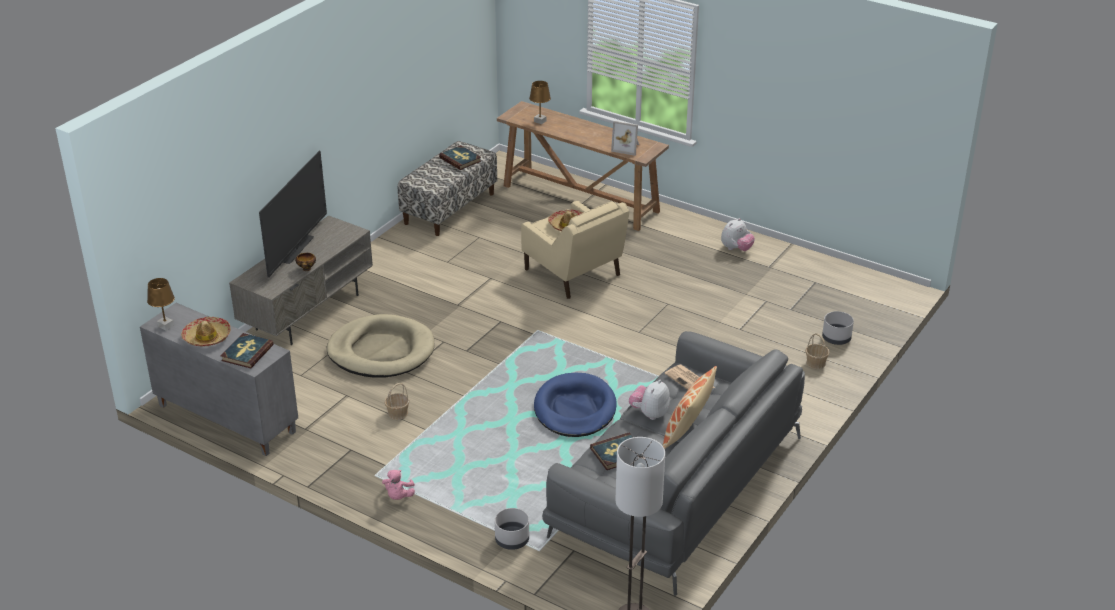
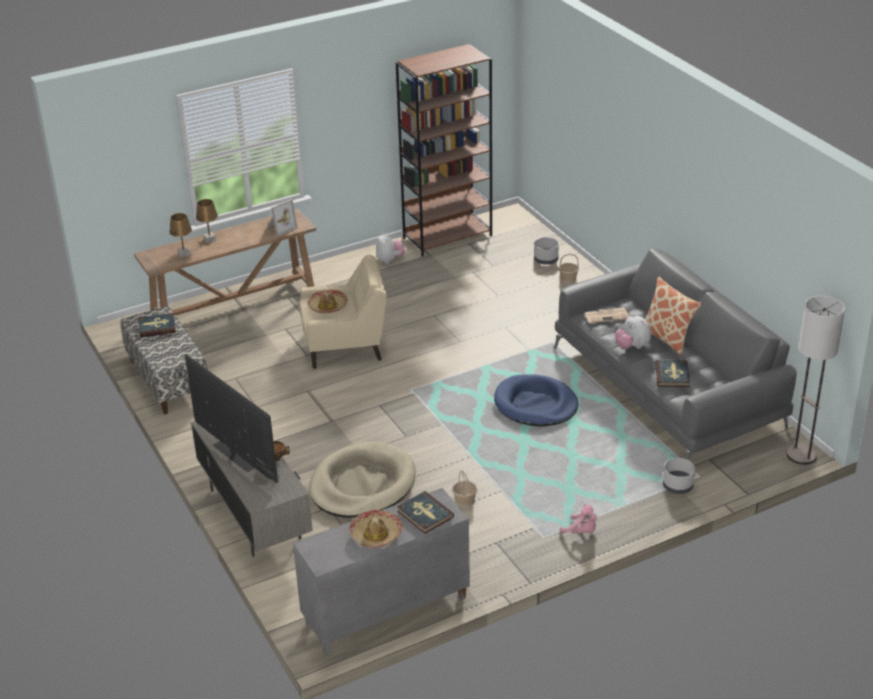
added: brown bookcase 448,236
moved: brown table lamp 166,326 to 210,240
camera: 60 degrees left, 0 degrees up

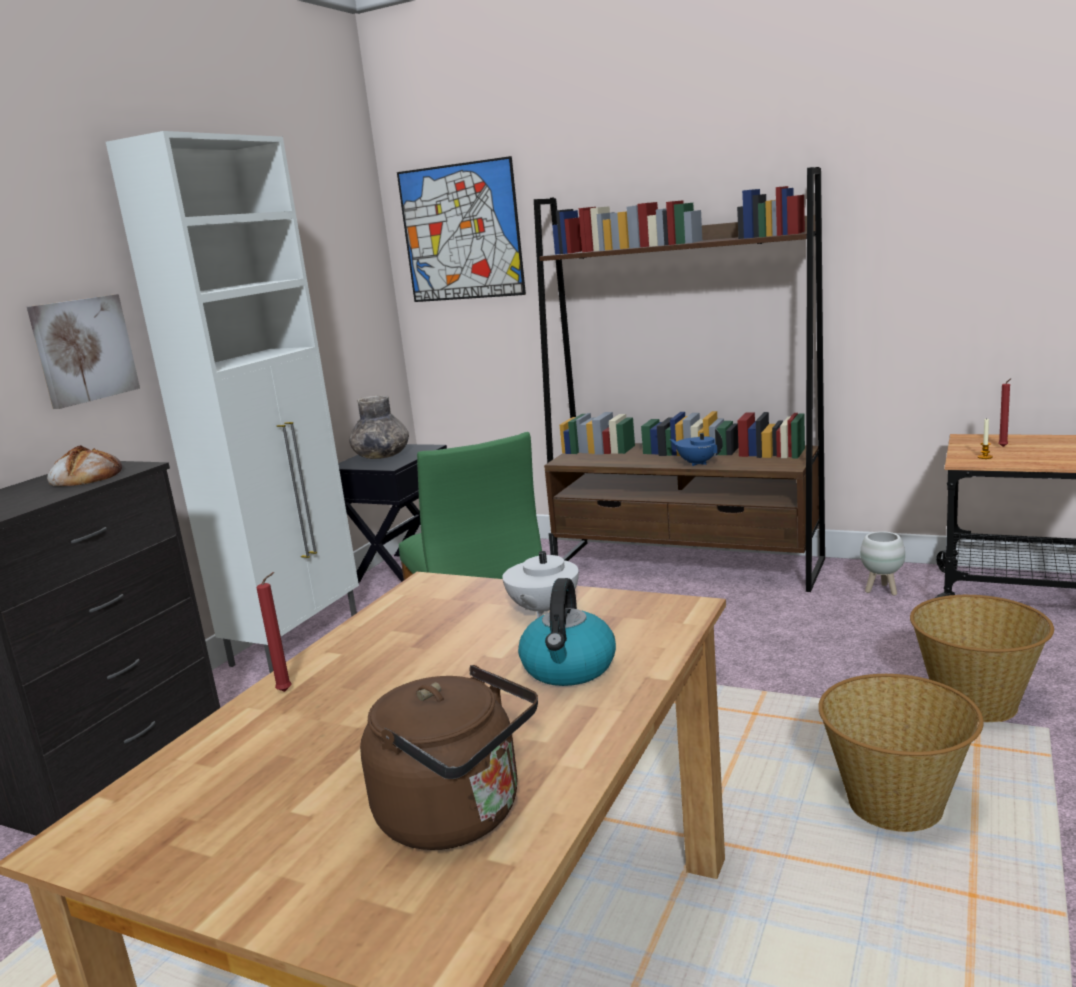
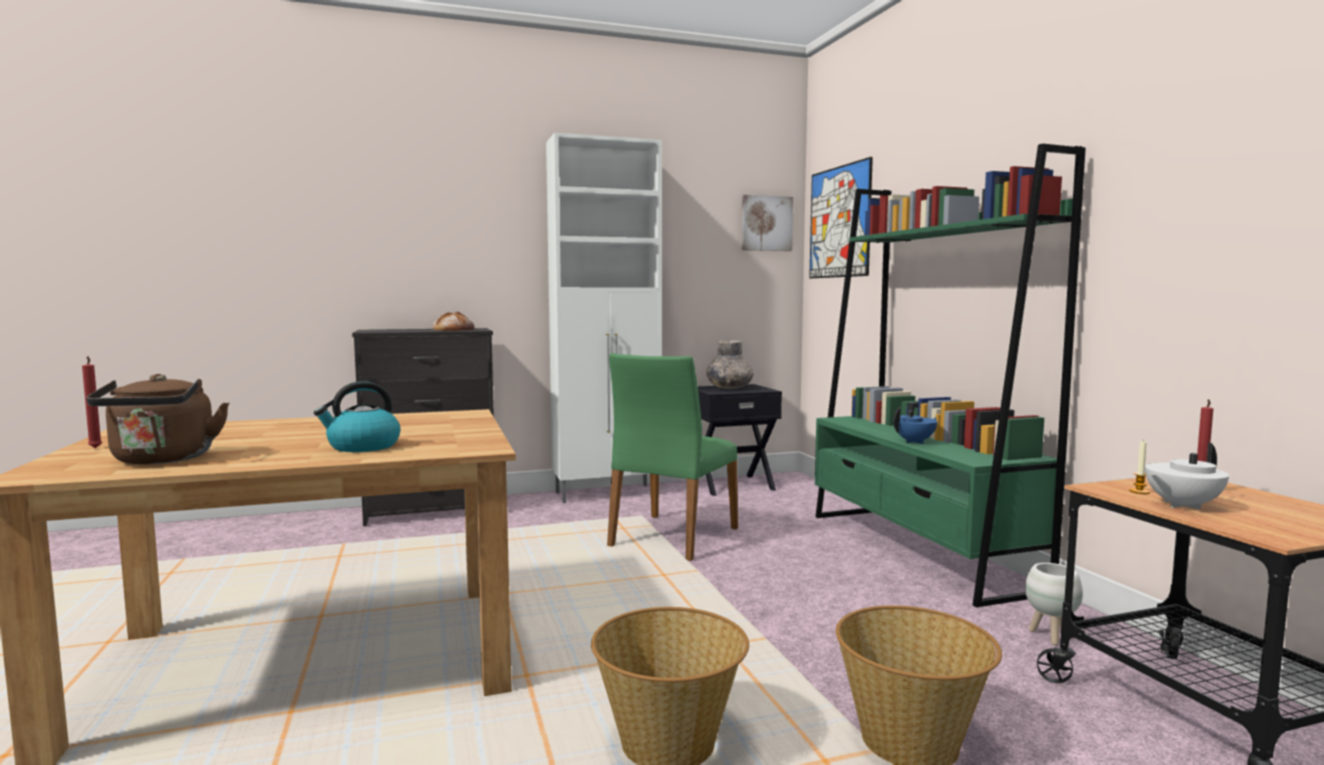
moved: picture 83,350 to 766,223; red candle 287,691 to 95,448; white teapot 543,610 to 1181,505
recoloured: brown bookcase 686,565 to green bookcase 918,550
turned: blue teapot 697,463 = 915,442 60 degrees clockwise
camera: 45 degrees right, 10 degrees down

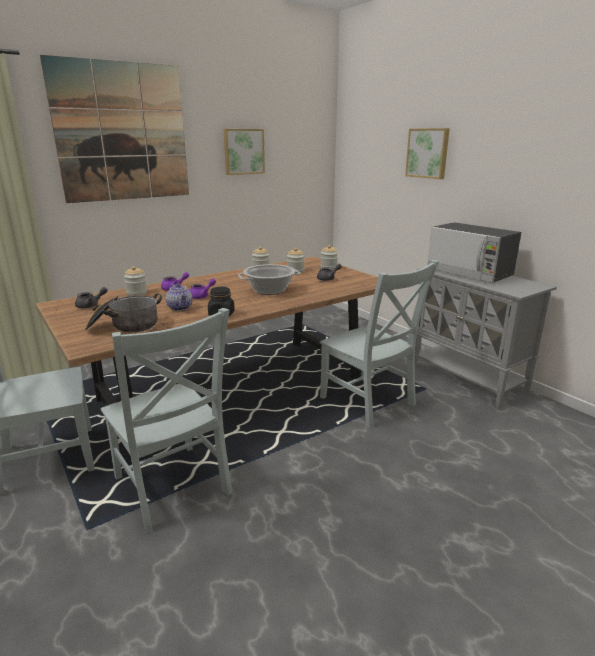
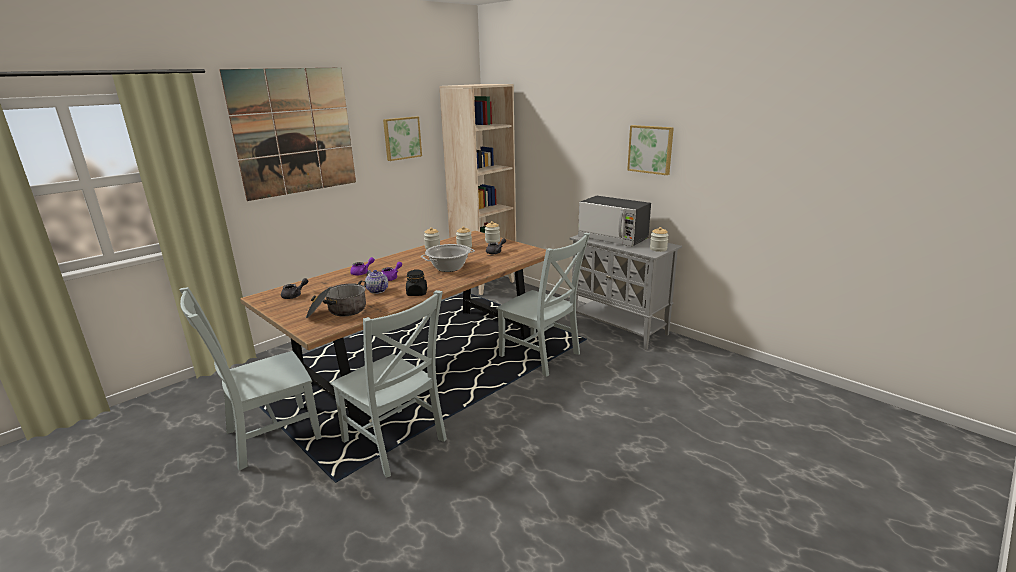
added: beige bookcase 484,283
moved: jar 137,293 to 658,249; picture 428,153 to 651,149
camera: 10 degrees left, 0 degrees up

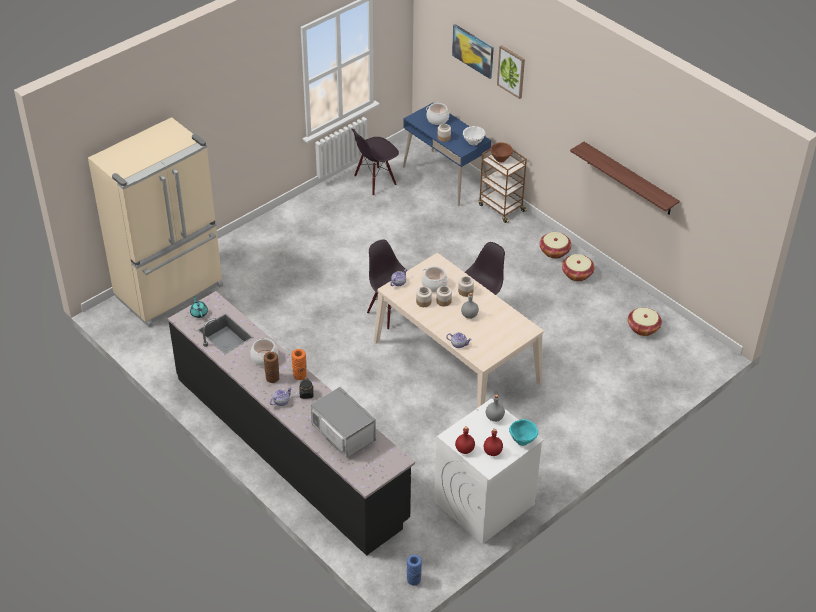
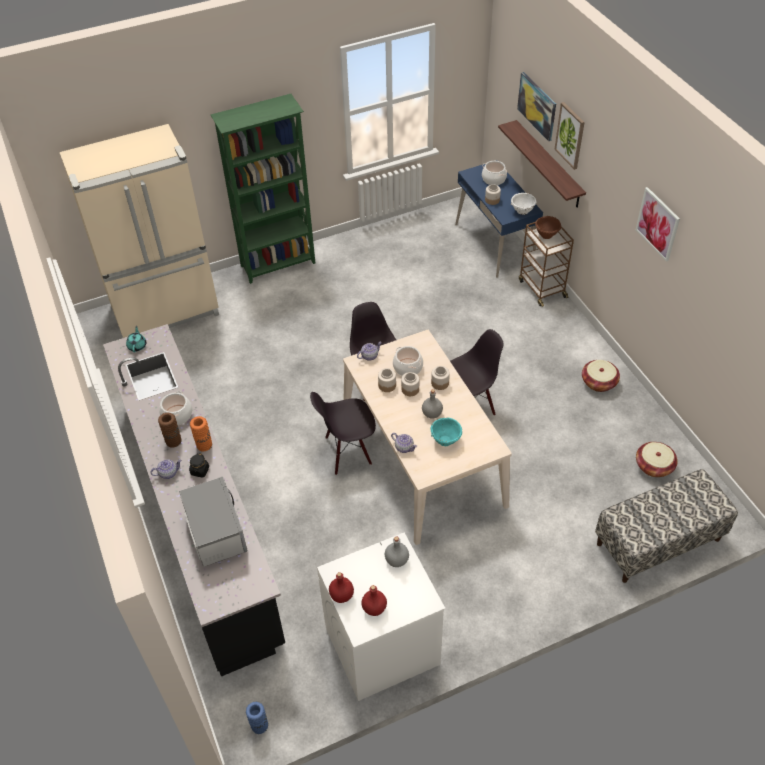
removed: basket 554,251
added: green bookcase 279,265; bench 658,542; picture 658,224
moved: black chair 375,181 to 347,452; turquoise bowl 522,440 to 446,440; shelf 629,179 to 548,164
camera: 20 degrees right, 5 degrees up

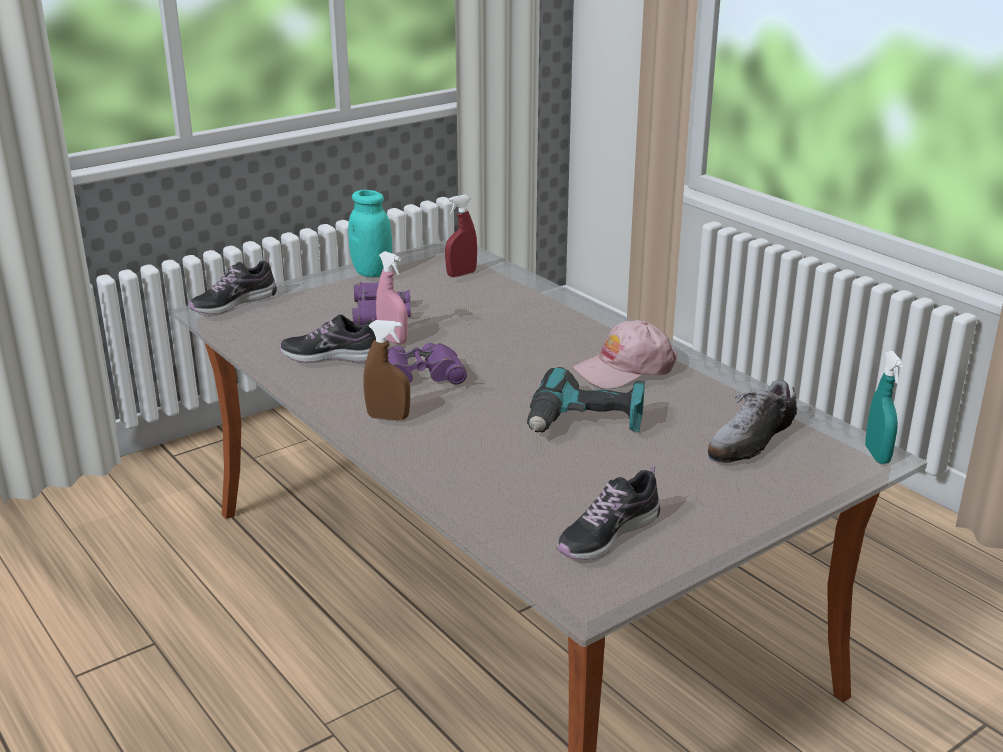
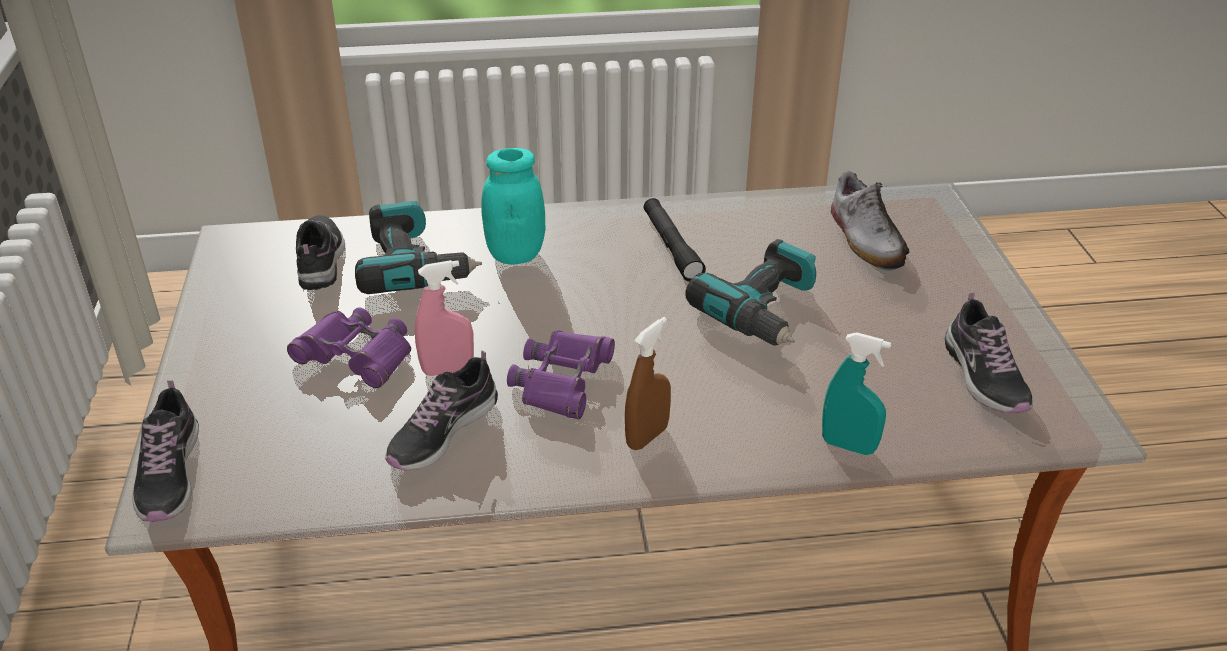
added: power drill 415,265
moved: turquoise jar 372,272 to 515,255; turquoise spray bottle 877,455 to 848,446
replaced: red spray bottle 461,274 to shoe 320,260; pink cap 624,369 to black flashlight 671,247
camera: 60 degrees left, 10 degrees up

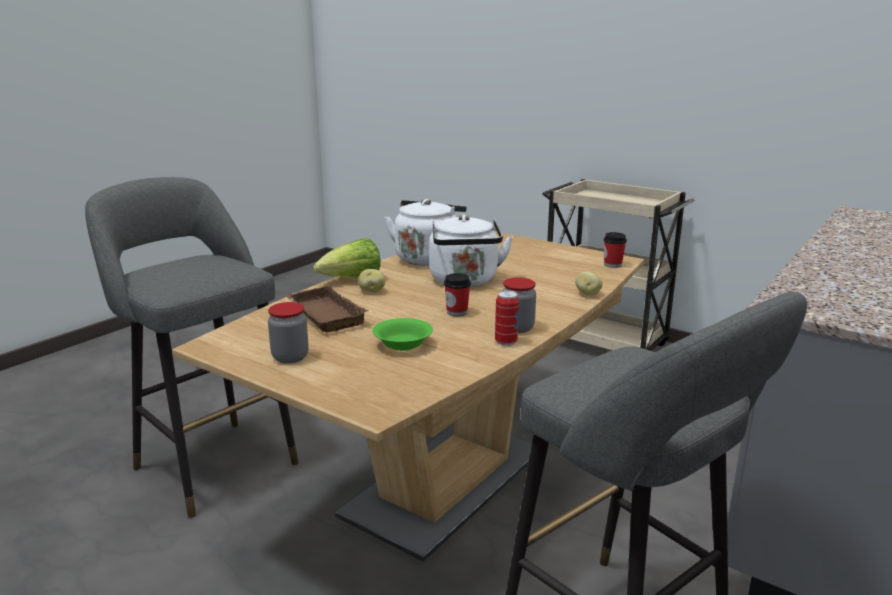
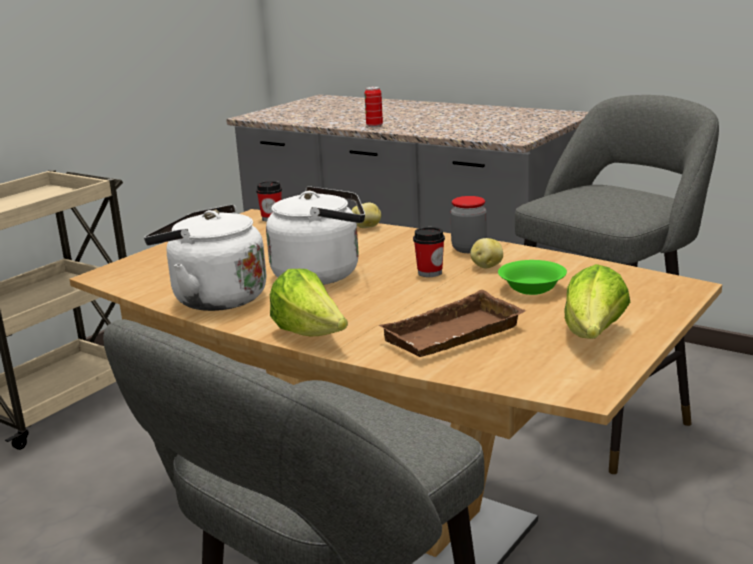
moved: potato 371,291 to 486,266; can 506,342 to 374,126
replaced: jar 290,357 to lettuce 593,336
camera: 90 degrees left, 0 degrees up

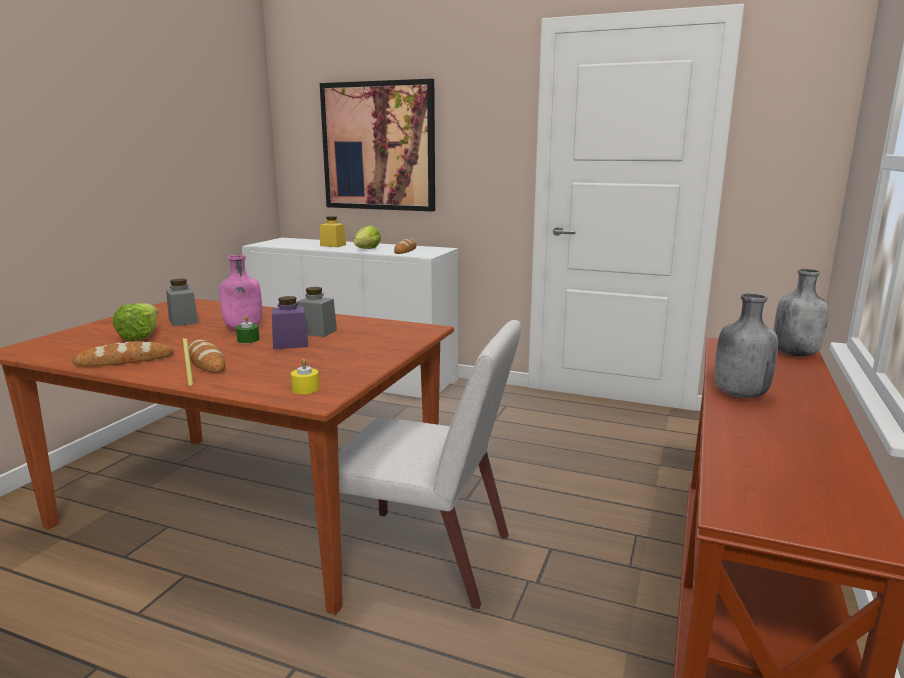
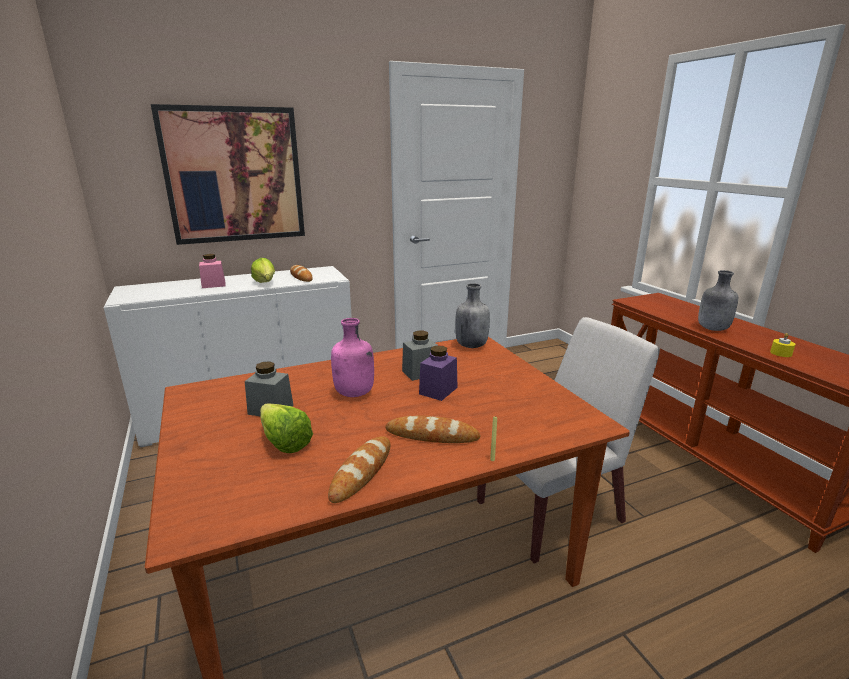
removed: green candle 248,340
moved: yellow candle 305,389 to 781,353; grey bottle 795,354 to 471,345
recoloured: yellow jar 333,245 to pink jar 213,285
camera: 45 degrees left, 5 degrees up

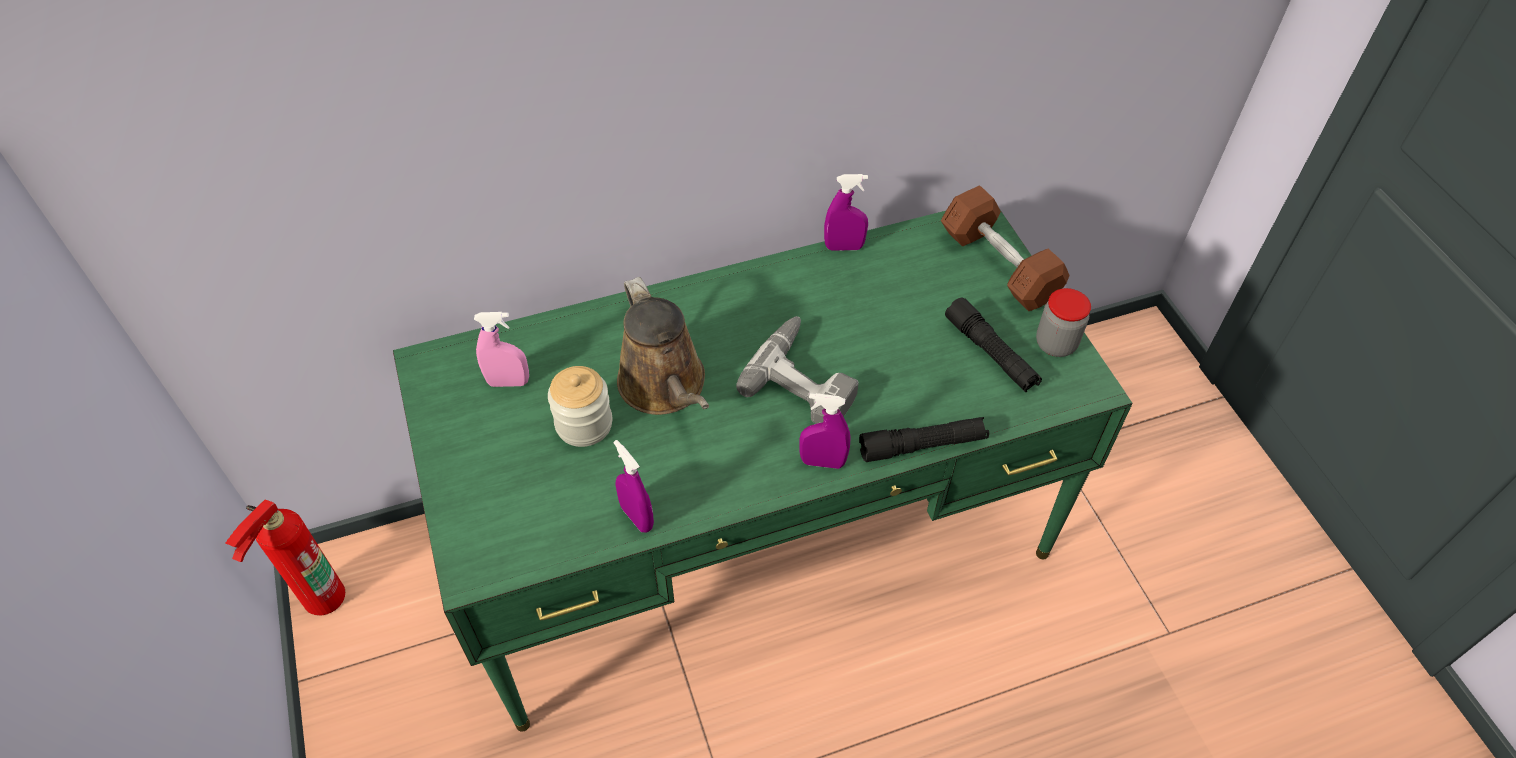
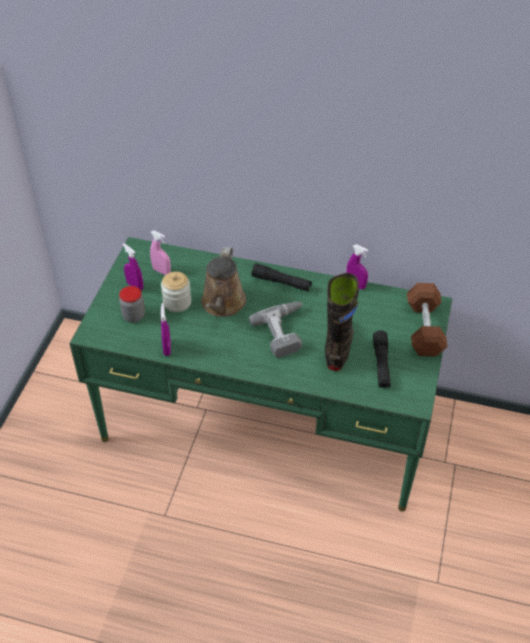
removed: fire extinguisher 318,598
added: black boot 338,346
moved: purple spray bottle 822,462 to 135,286; black flashlight 922,445 to 281,282; jar 1055,344 to 134,316
camera: 35 degrees right, 5 degrees down

